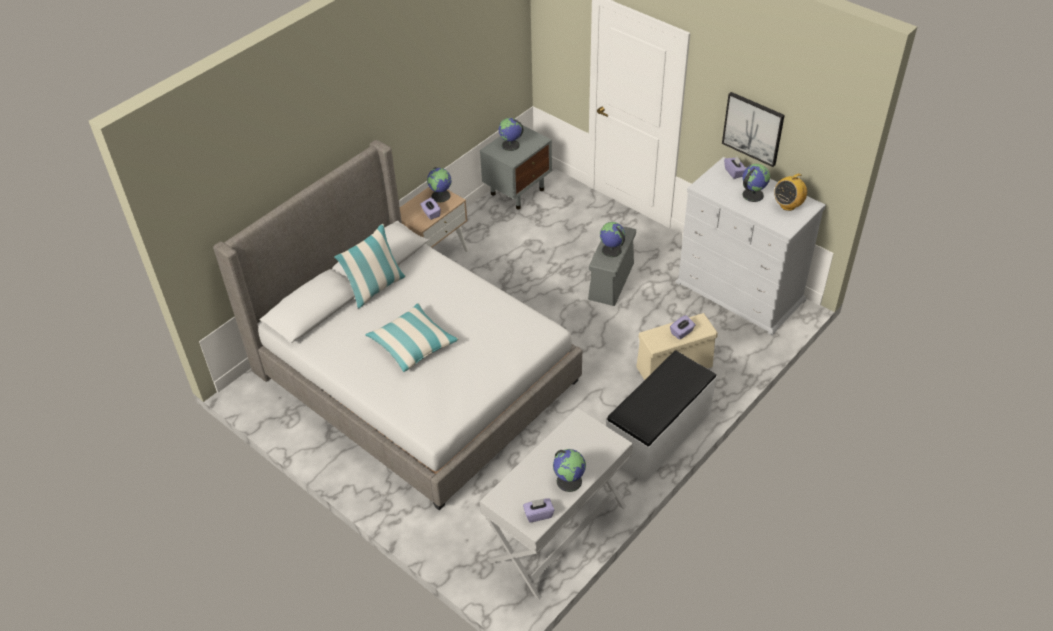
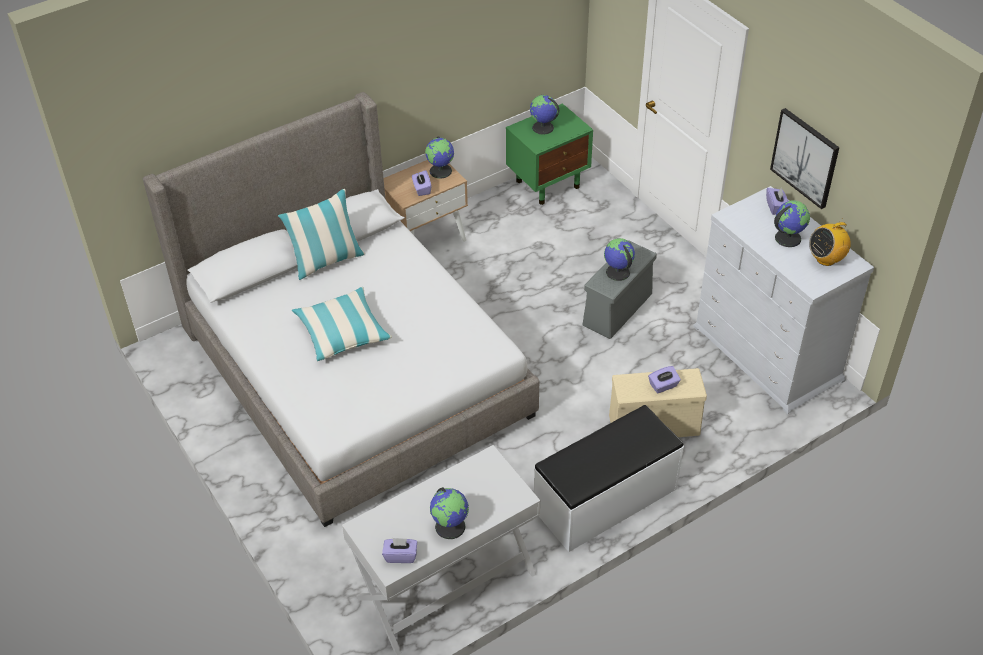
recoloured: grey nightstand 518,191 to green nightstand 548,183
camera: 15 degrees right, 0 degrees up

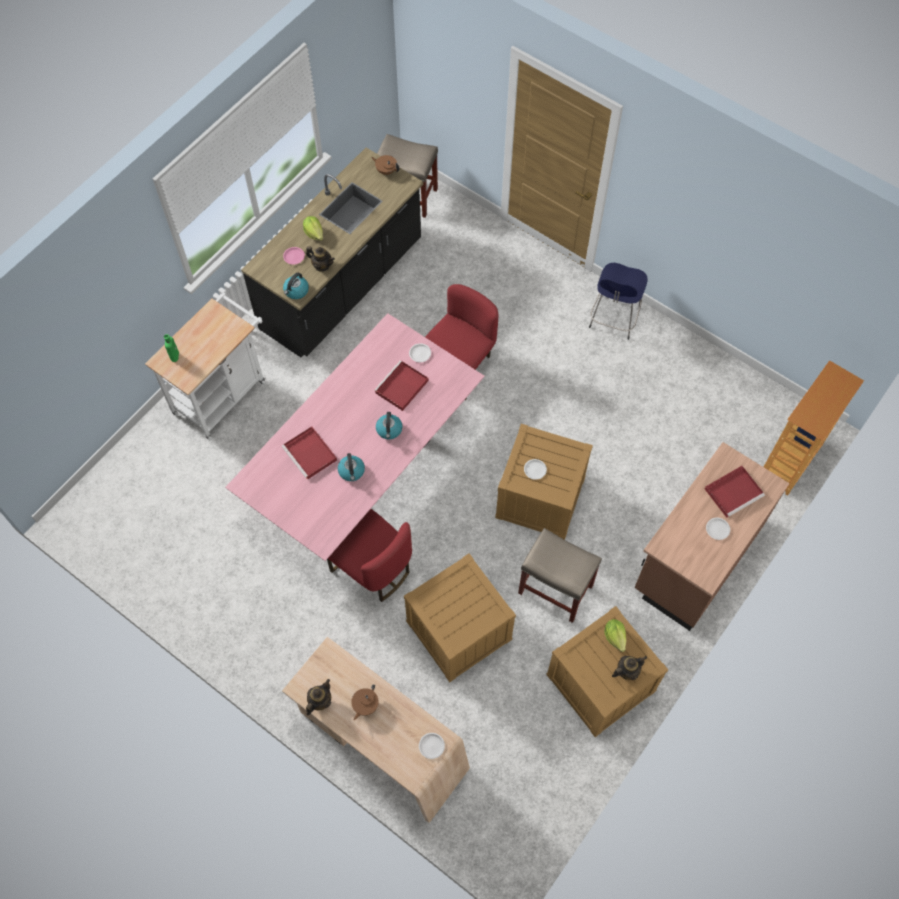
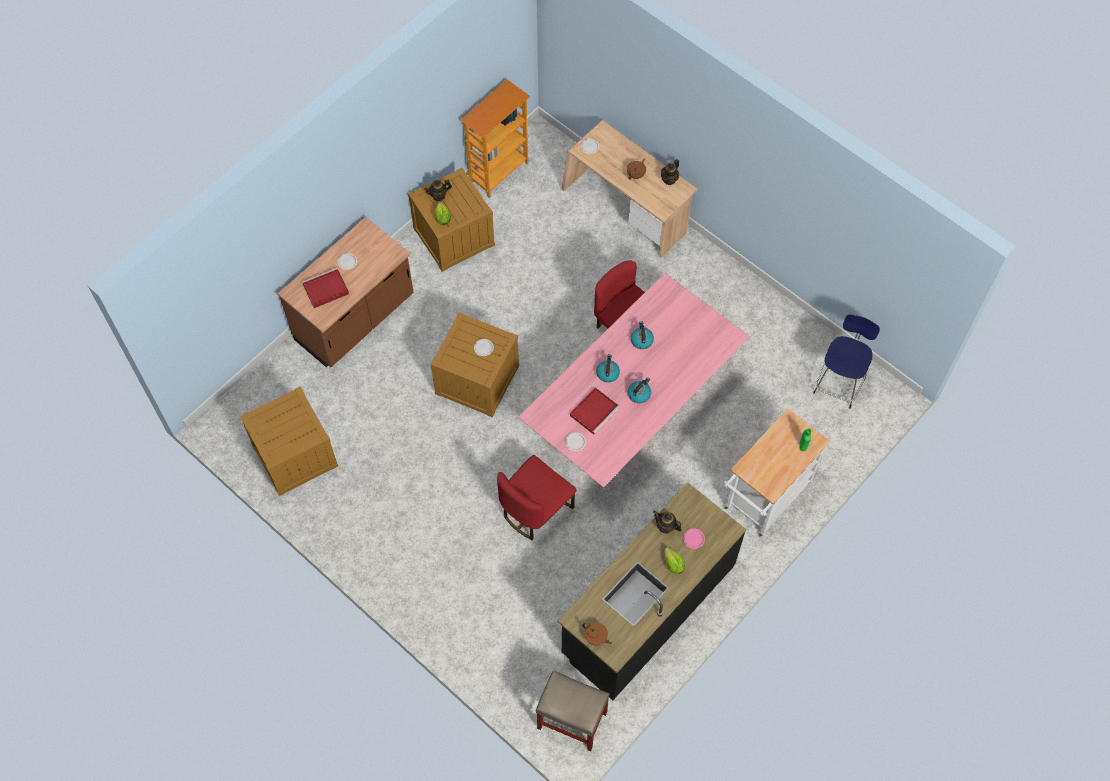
removed: red tray 310,454; beige stool 554,589
moved: kettle 296,291 to 639,394; crate 459,630 to 294,455; blue stool 613,319 to 839,383; bookcase 790,462 to 498,172
camera: 175 degrees left, 0 degrees up

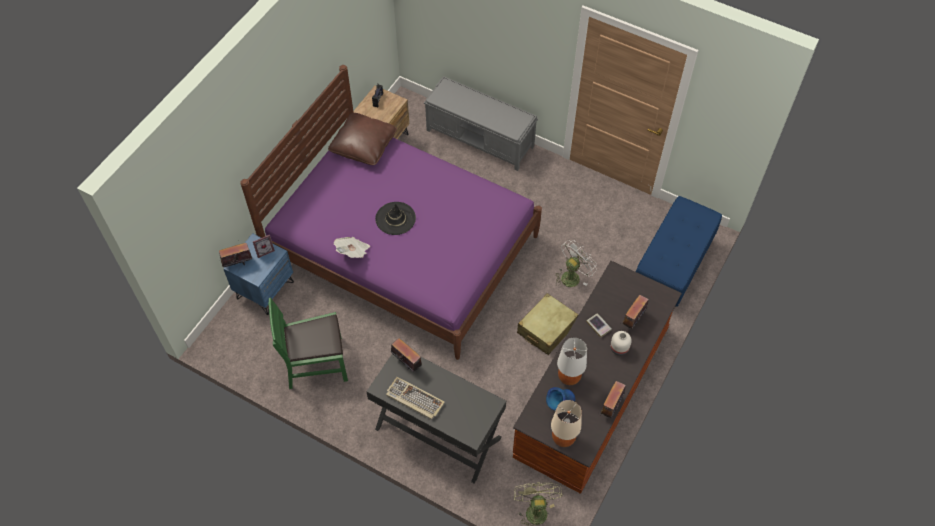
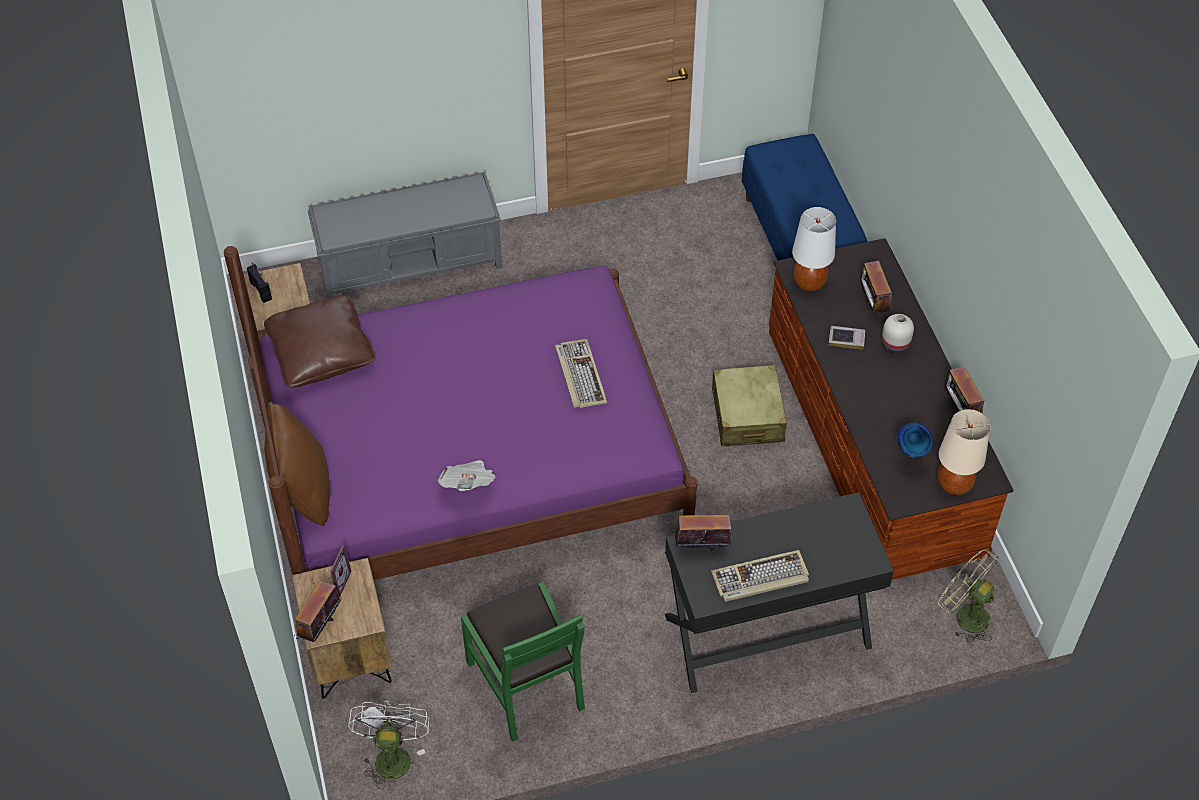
removed: black hat 395,218
added: brown pillow 303,491; keyboard 579,375
moved: white fan 572,276 to 392,755; white table lamp 569,377 to 809,283
recoloured: blue nightstand 265,290 to brown nightstand 348,656
turned: green chair 316,363 = 526,683 60 degrees counterclockwise
camera: 45 degrees left, 5 degrees down

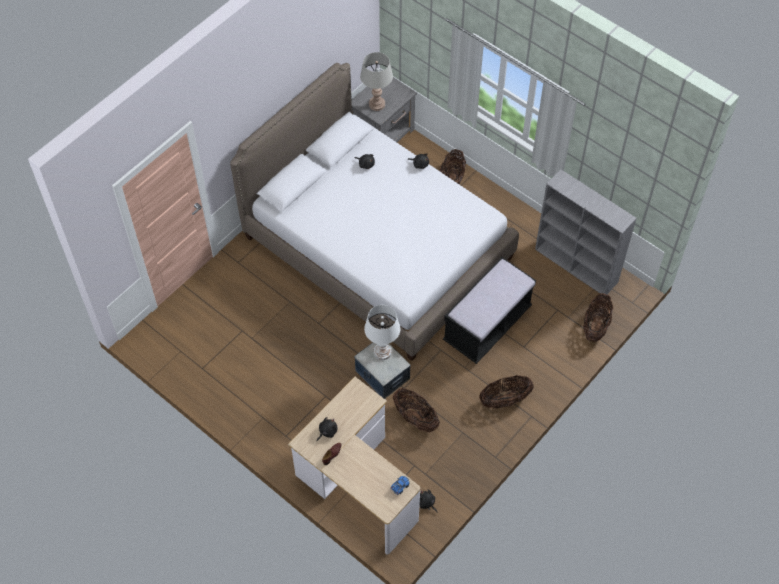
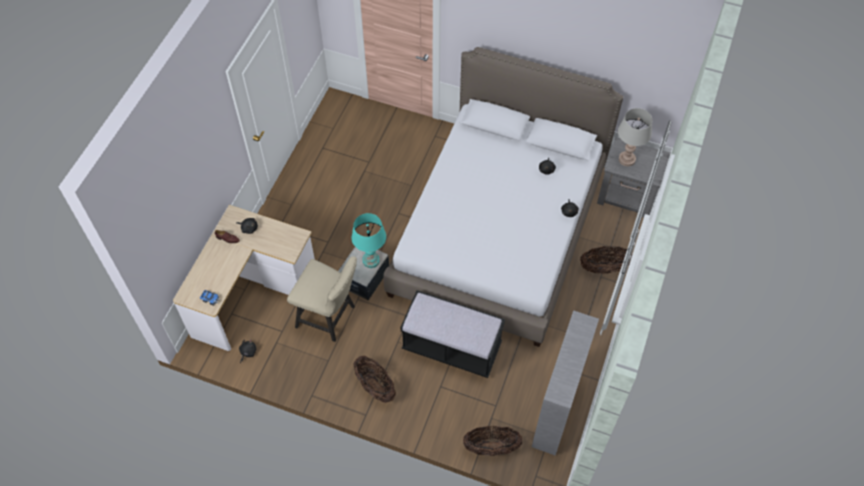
replaced: basket 415,418 to beige chair 329,317
recoloured: white table lamp 382,352 to turquoise table lamp 371,260
camera: 70 degrees right, 0 degrees up

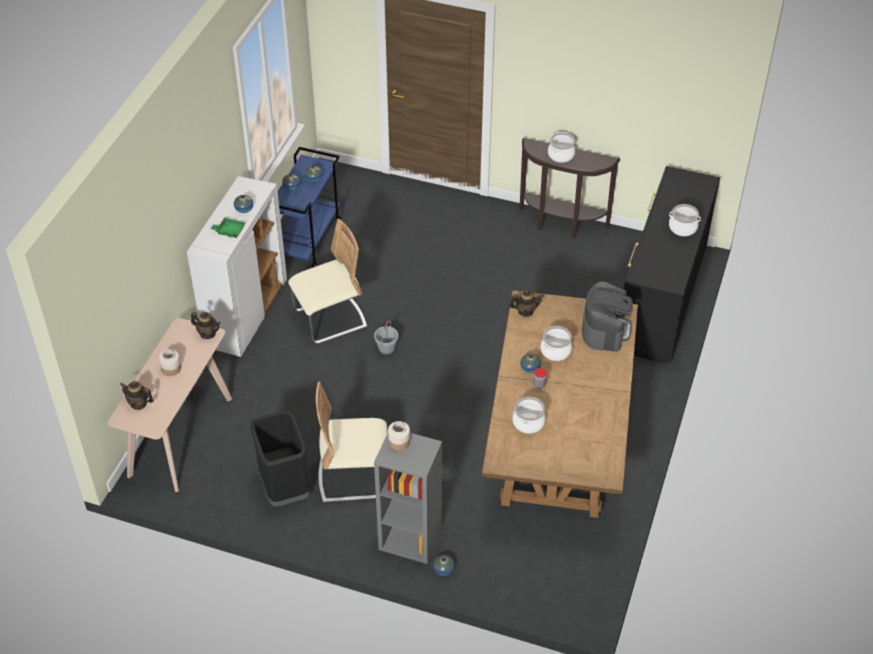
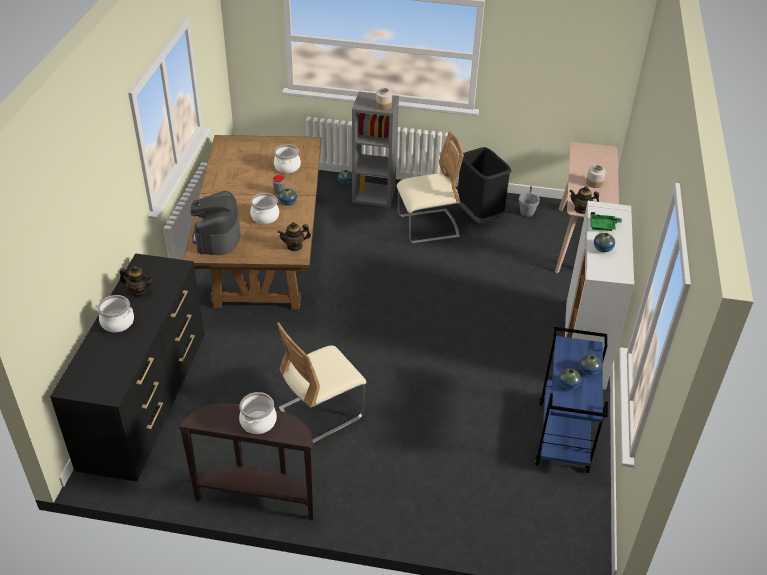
moved: teapot 138,403 to 139,291; beige chair 330,320 to 321,413; grey bucket 386,348 to 527,213
camera: 170 degrees right, 5 degrees down

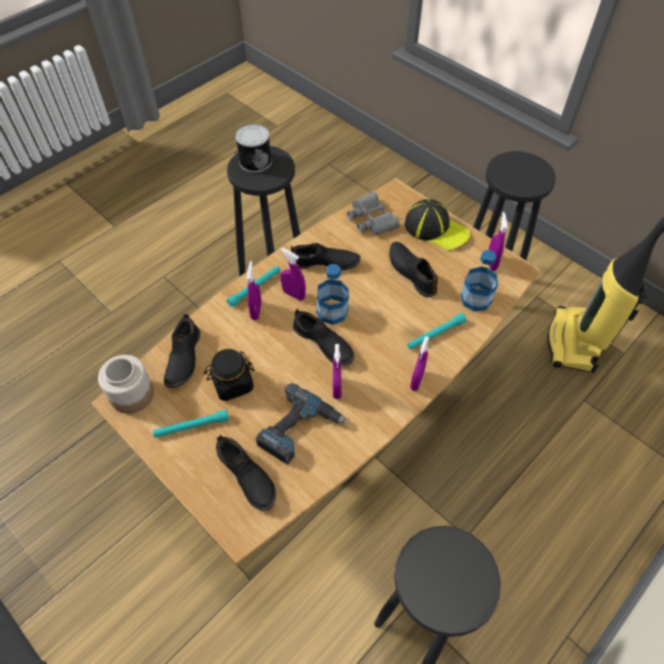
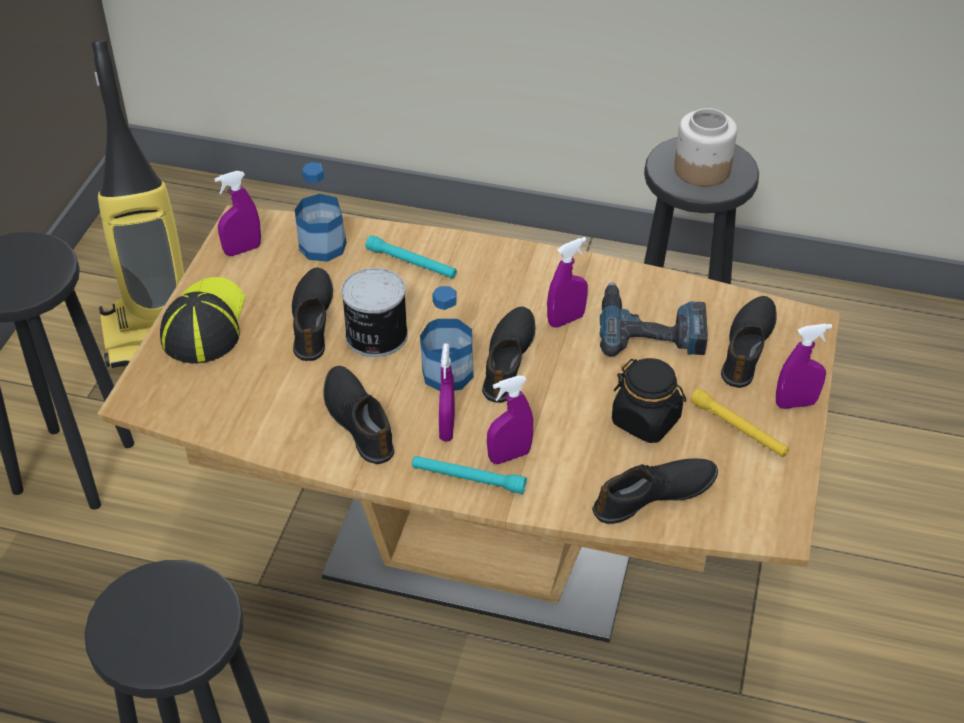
removed: grey binoculars 371,219
moved: jar 132,394 to 701,169; can 255,161 to 375,336; purple spray bottle 416,381 to 796,403
recoloured: turquoise flashlight 191,426 to yellow flashlight 738,429
turned: black shoe 412,272 = 313,320 150 degrees clockwise
camera: 120 degrees left, 10 degrees down

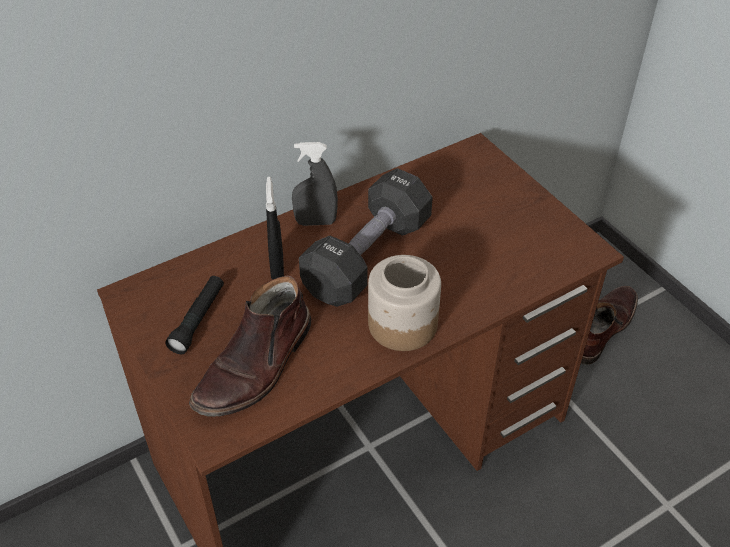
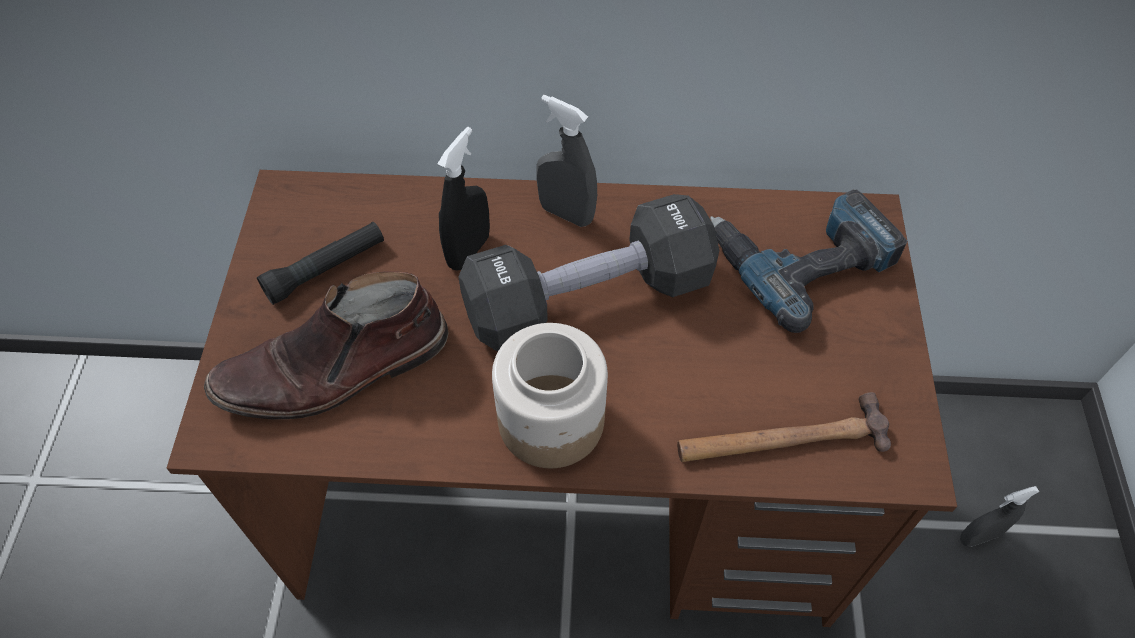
added: hammer 781,439; power drill 801,257
replaced: brown boot 601,329 to grey spray bottle 978,536
camera: 35 degrees right, 10 degrees up

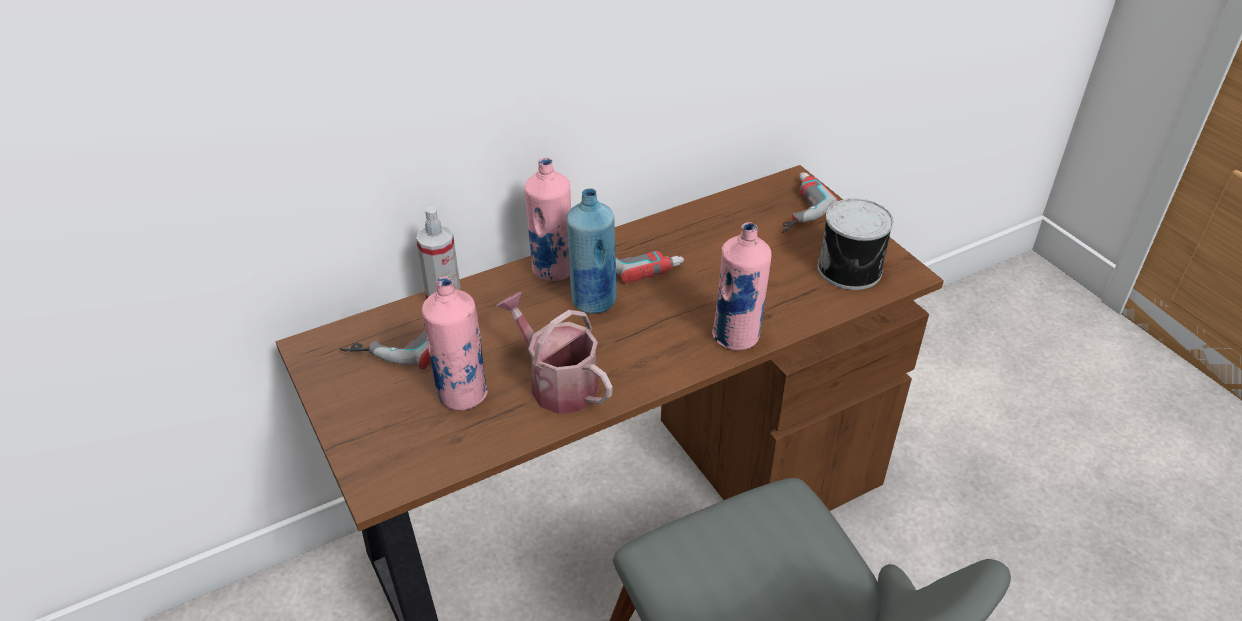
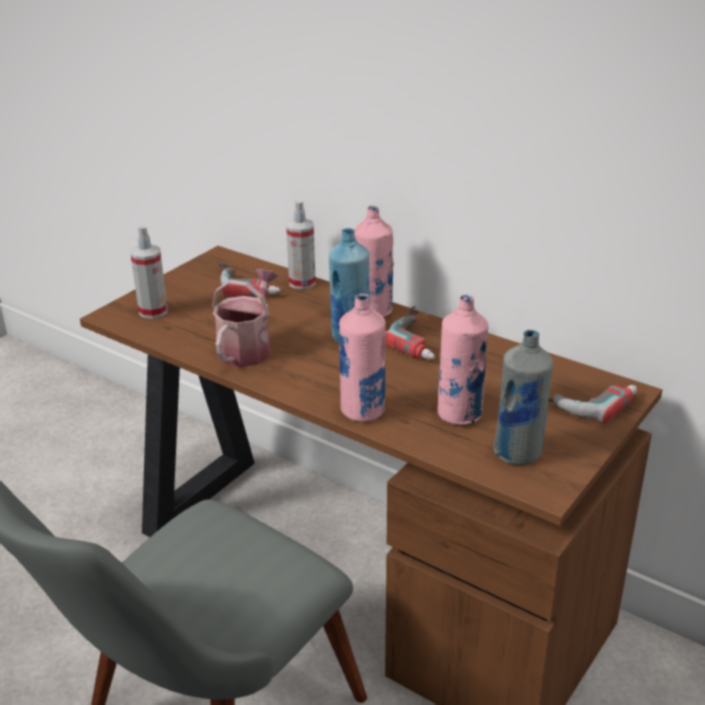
added: spray bottle 153,311
moved: pink bottle 462,394 to 459,414
replaced: can 851,269 to grey bottle 518,453
camera: 65 degrees right, 10 degrees down

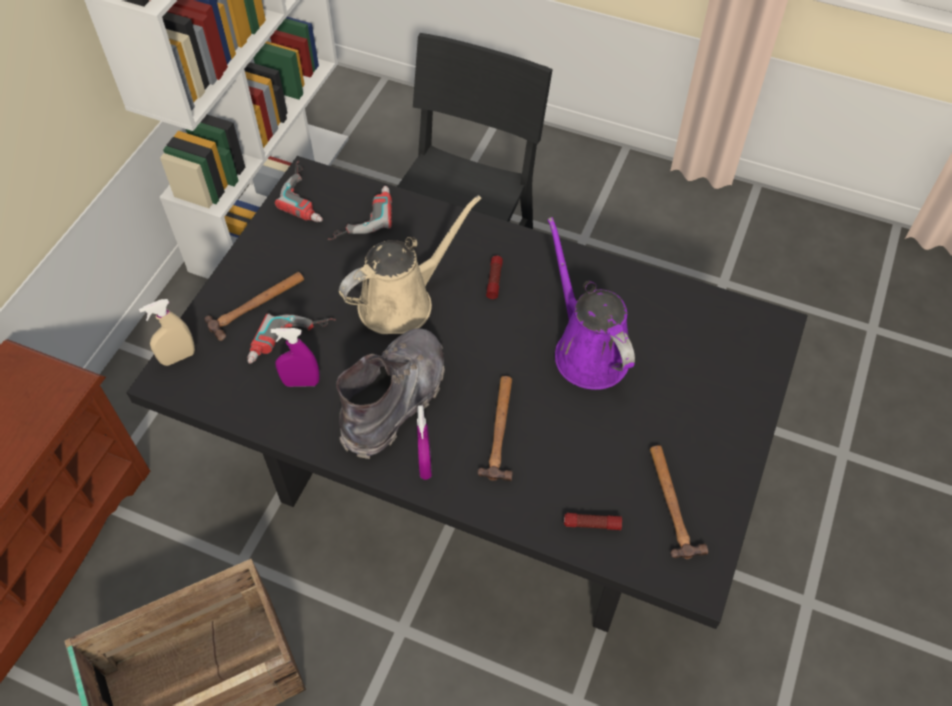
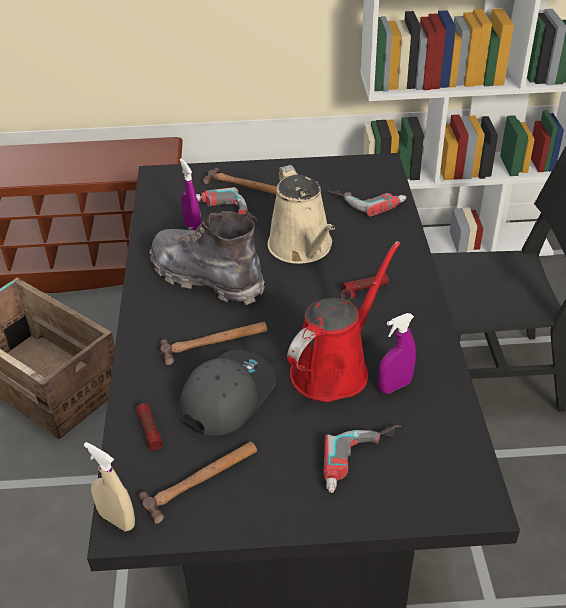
added: grey cap 227,396
moved: beige spray bottle 178,357 to 117,520; power drill 309,196 to 363,462; purple spray bottle 425,464 to 394,386
recoloured: purple watering can 587,350 to red watering can 334,368
turned: grey boot 395,400 = 207,277 150 degrees counterclockwise; beige watering can 402,301 = 302,248 45 degrees clockwise
camera: 65 degrees right, 15 degrees down

